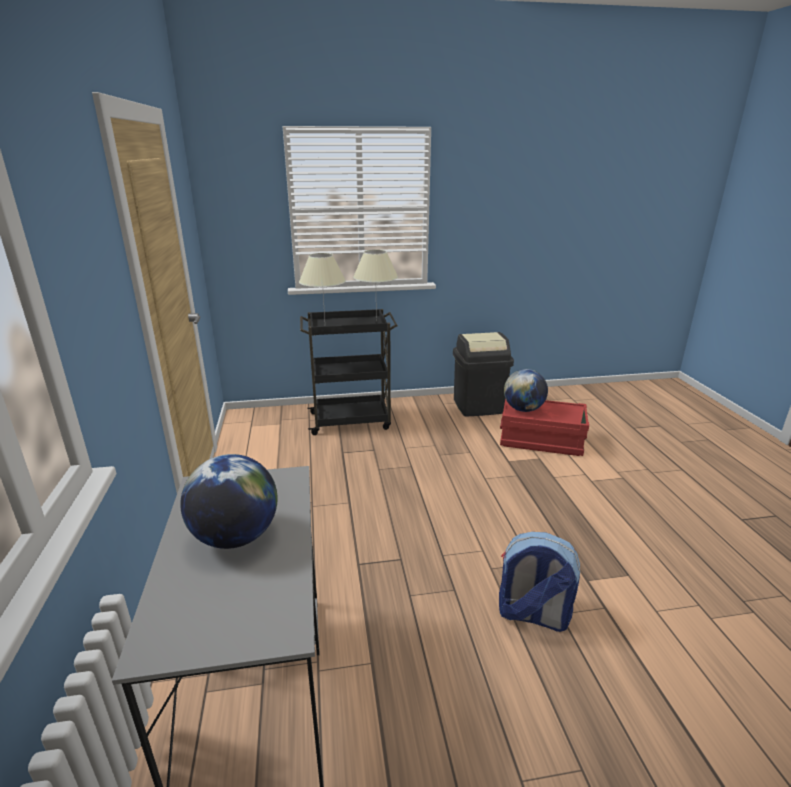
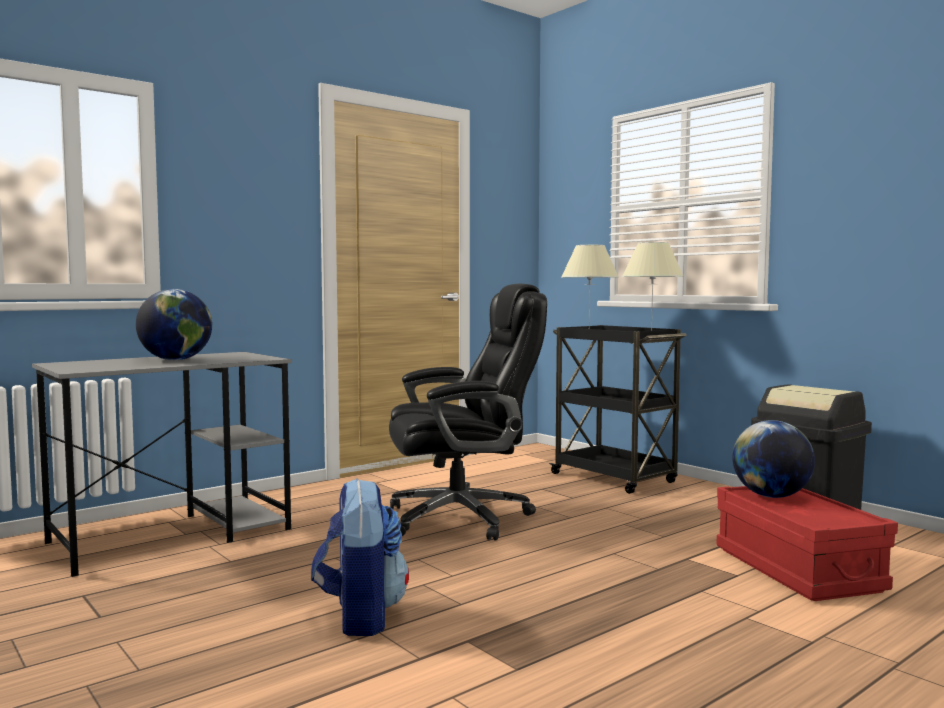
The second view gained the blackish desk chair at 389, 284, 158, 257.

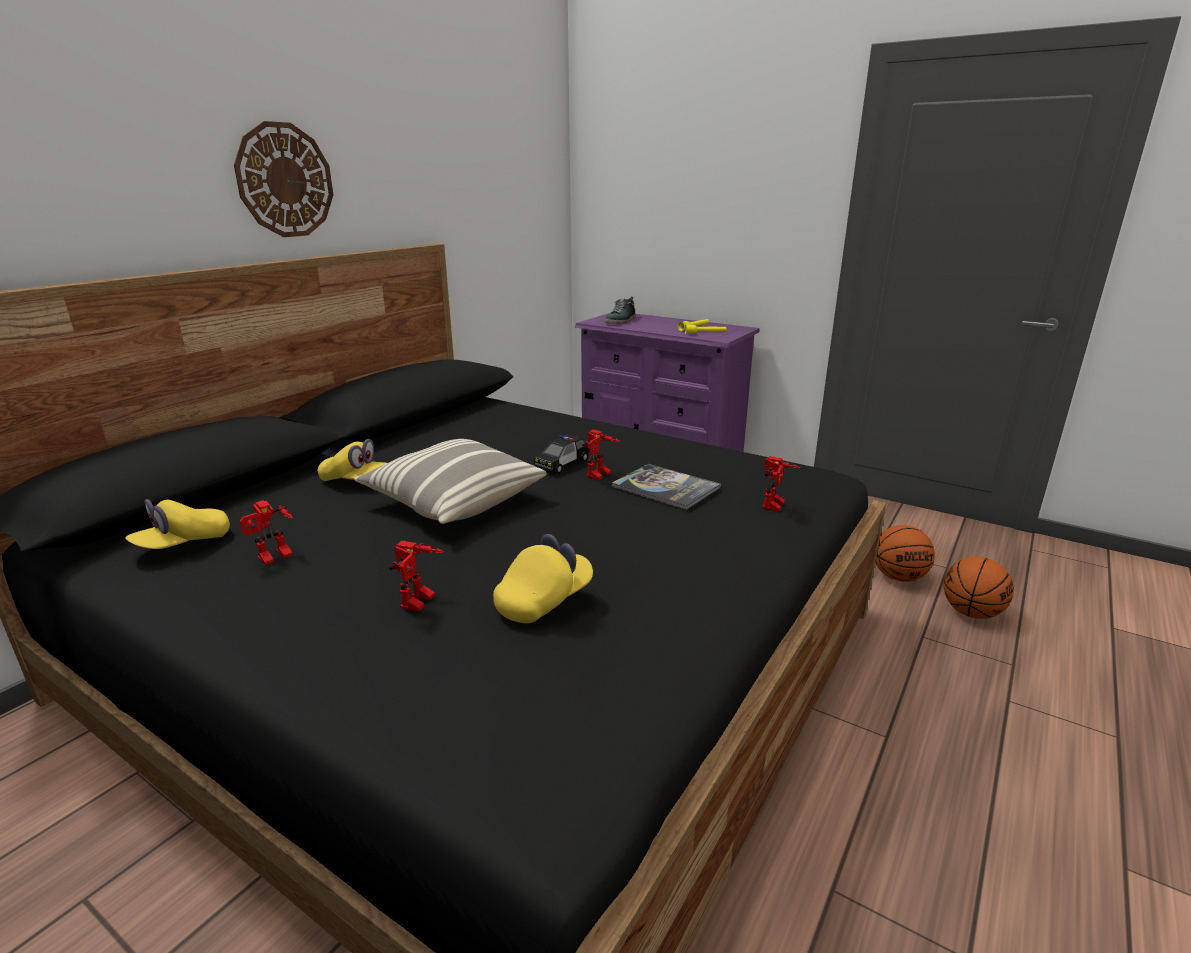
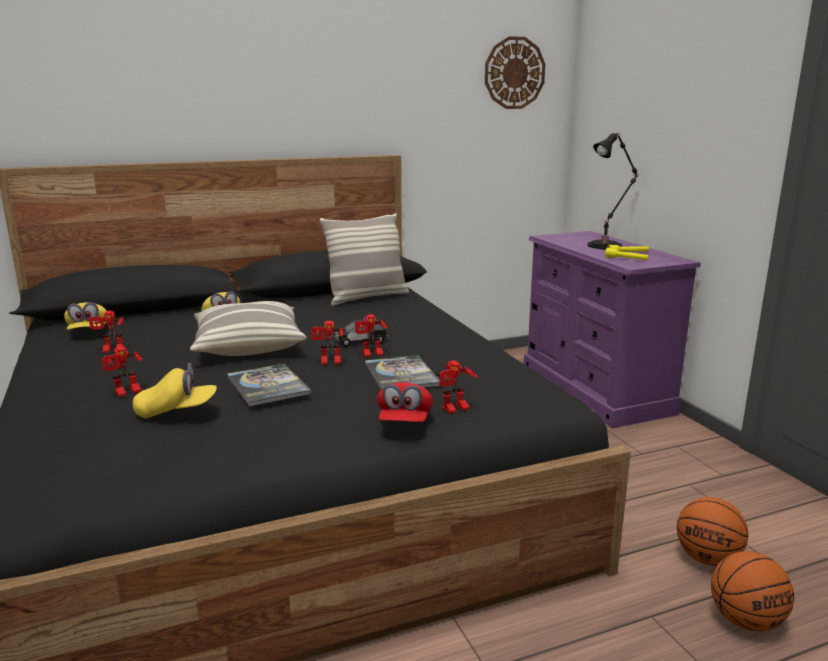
The yellow peaked cap at 125, 499, 105, 50 ended up facing another way, 90 degrees counterclockwise from before. The second view gained the book at 227, 364, 84, 42. The second view gained the toy robot at 311, 321, 34, 44. The second view gained the cushion at 320, 213, 89, 93. The second view gained the red-coloured peaked cap at 377, 382, 56, 40. The wall clock ended up elsewhere, having gone from 234, 121, 99, 116 to 485, 36, 60, 73. The second view gained the blackish lamp for a table at 587, 132, 52, 117. The second view lost the shoe at 604, 297, 31, 27.

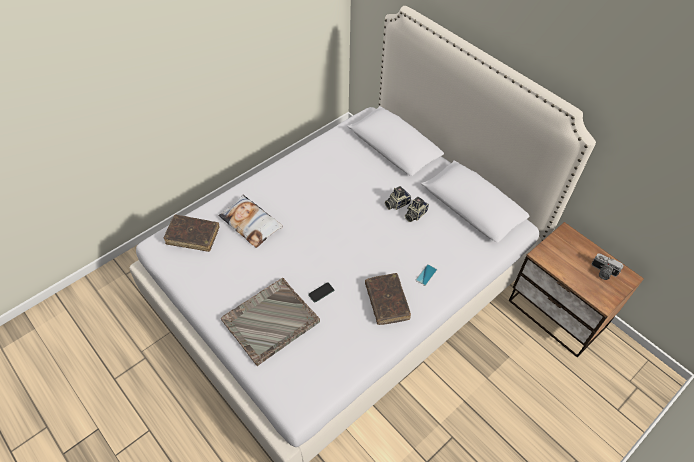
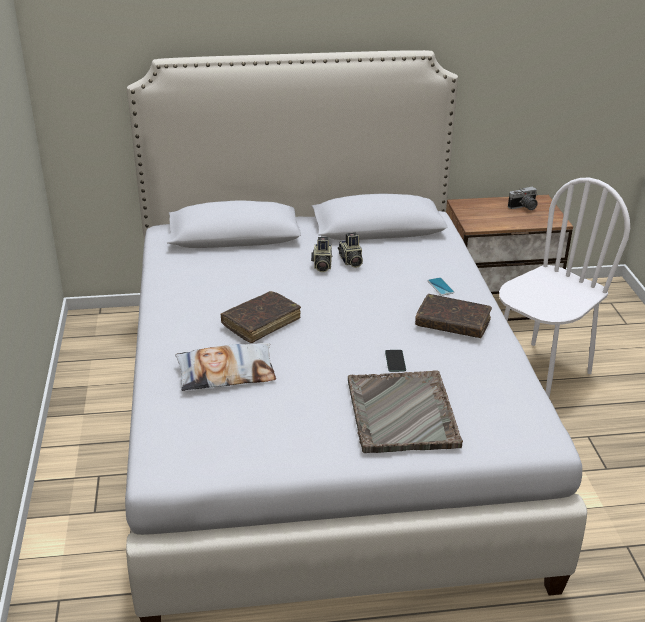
The brownish book ended up elsewhere, having gone from 164, 214, 55, 38 to 220, 291, 81, 52. The second view gained the whitish plain chair at 499, 178, 131, 220.

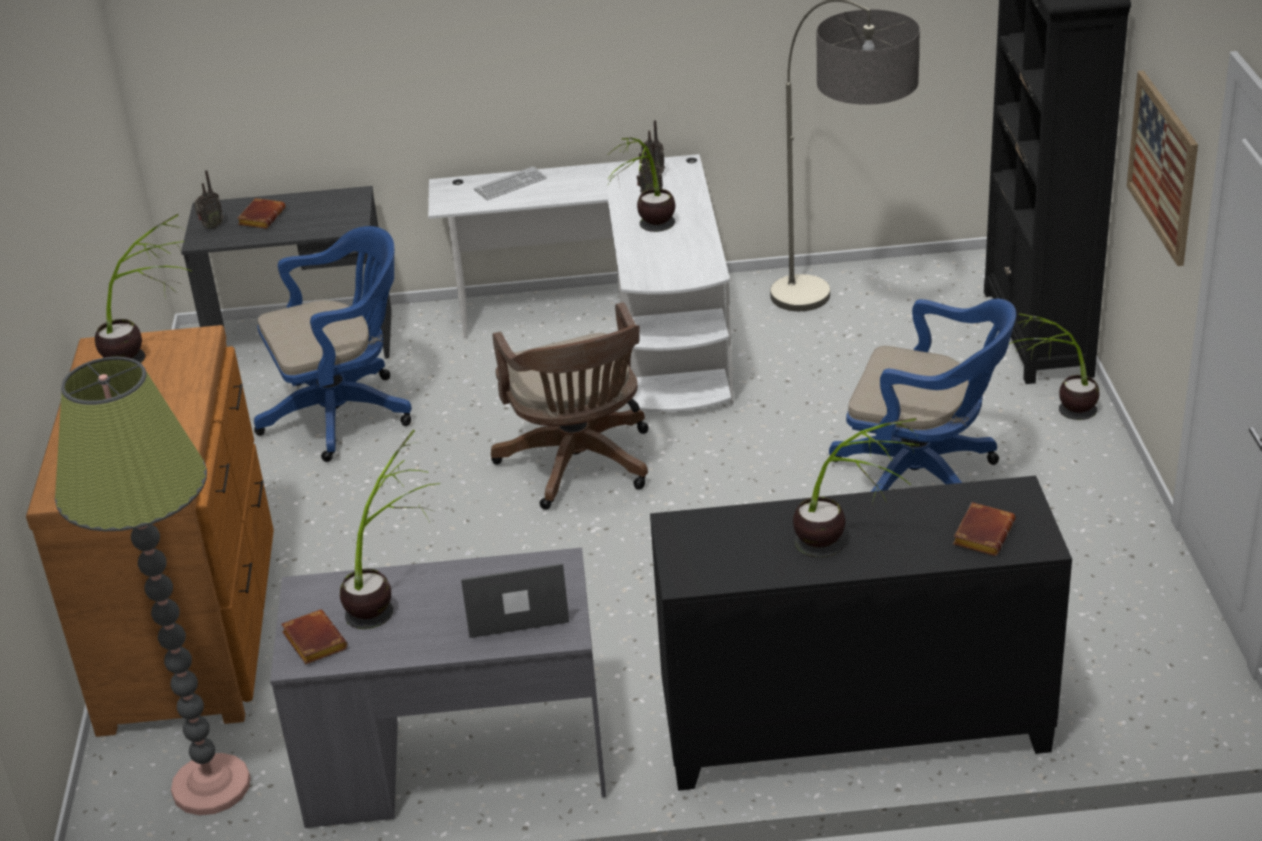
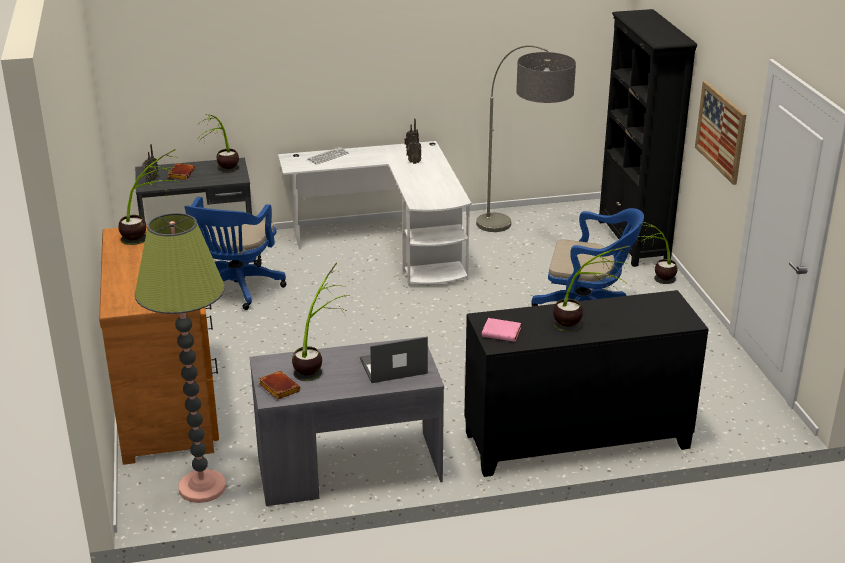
The bluish desk chair at 254, 226, 158, 236 ended up facing another way, 135 degrees clockwise from before. The houseplant ended up elsewhere, having gone from 607, 137, 68, 95 to 198, 114, 41, 59. The second view gained the pinkish book at 482, 318, 39, 24. The second view lost the brownish desk chair at 491, 302, 157, 208. The second view lost the brownish book at 953, 502, 62, 54.

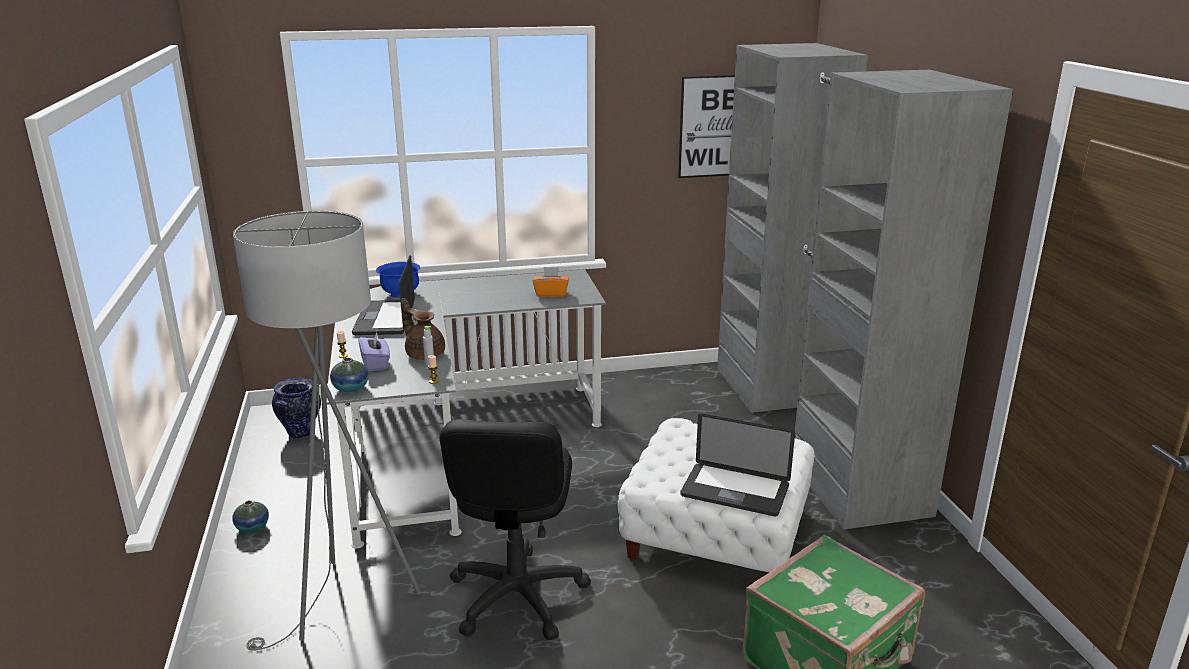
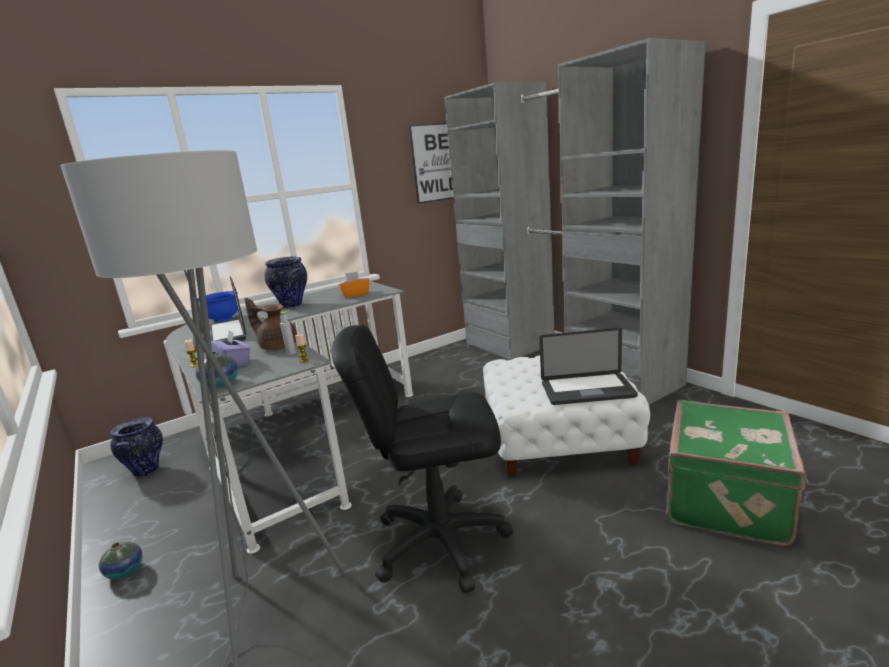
The second view gained the decorative vase at 264, 257, 43, 51. The blackish desk chair at 440, 419, 151, 221 ended up facing another way, 105 degrees clockwise from before.

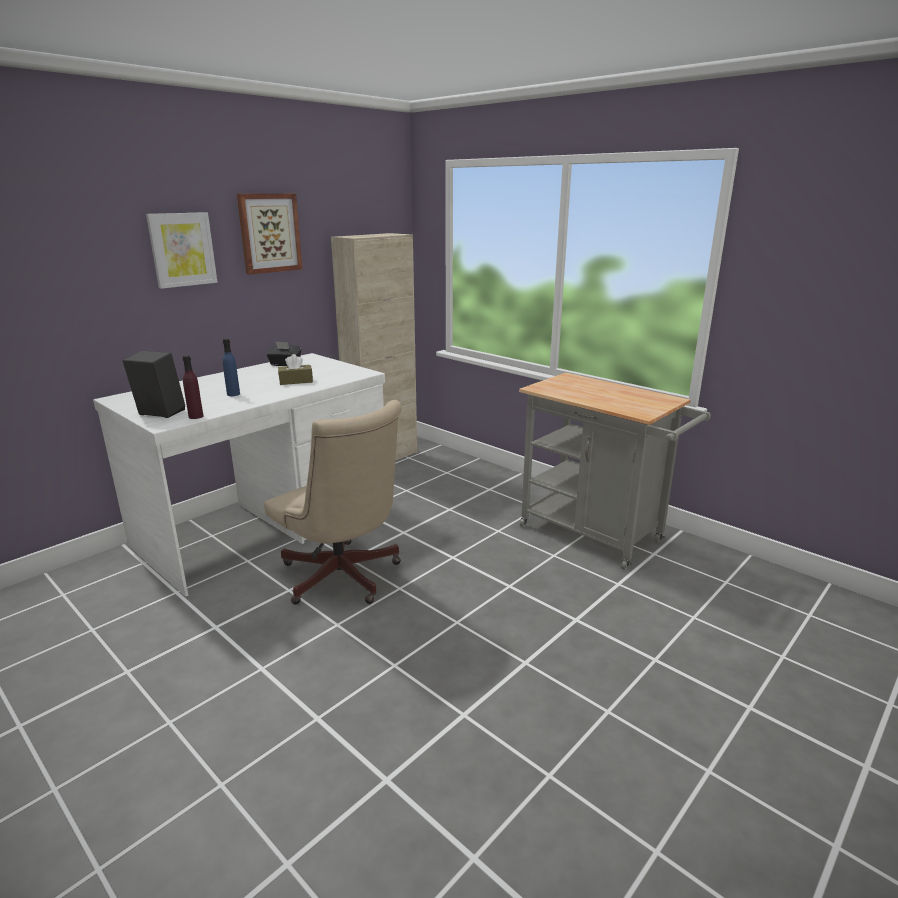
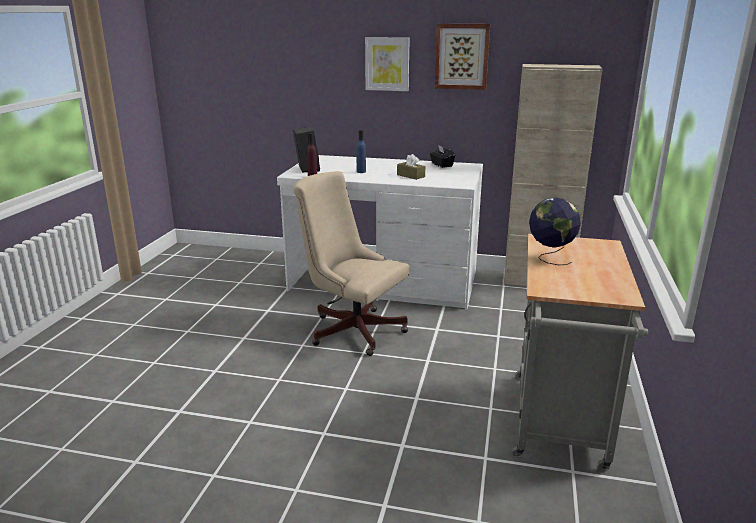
The sand-coloured desk chair at 264, 400, 138, 205 ended up facing another way, 105 degrees clockwise from before. The second view gained the world globe at 529, 197, 52, 68.

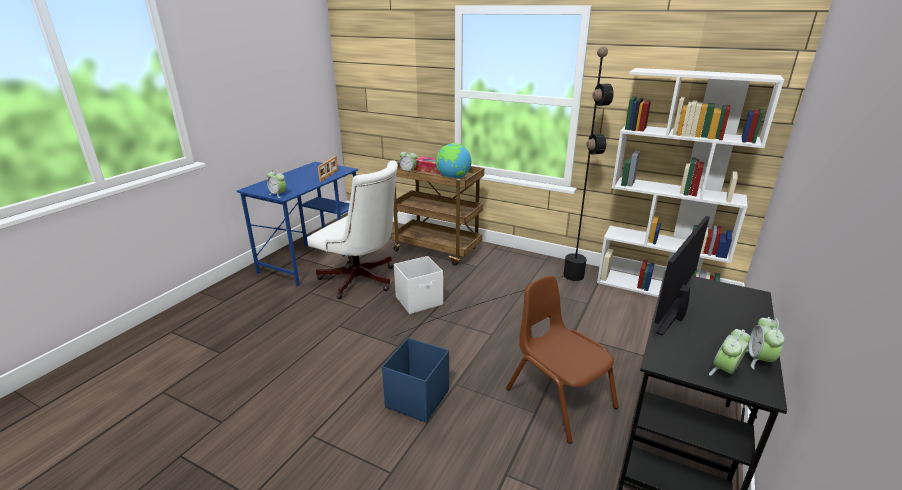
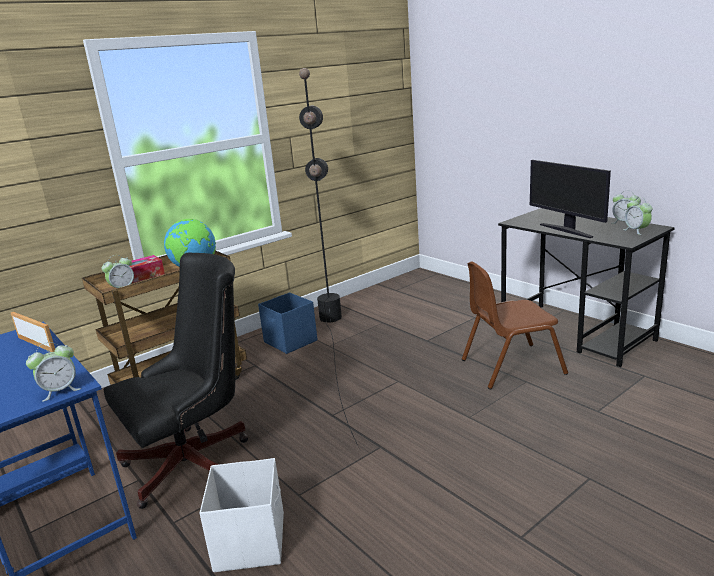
What was the whitish desk chair at 307, 160, 91, 139 turned into the blackish desk chair at 104, 252, 144, 257. The whitish storage bin ended up elsewhere, having gone from 394, 256, 49, 58 to 200, 458, 84, 114. The bluish storage bin ended up elsewhere, having gone from 382, 338, 67, 85 to 258, 293, 59, 61. The second view lost the whitish bookcase at 597, 68, 187, 229.

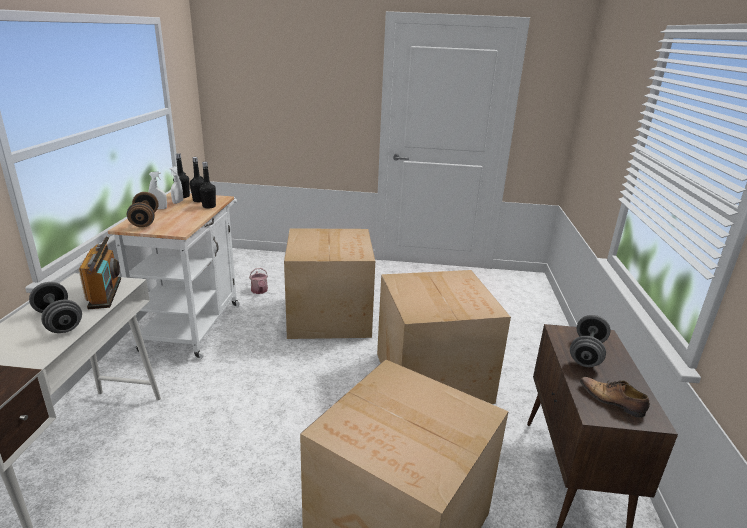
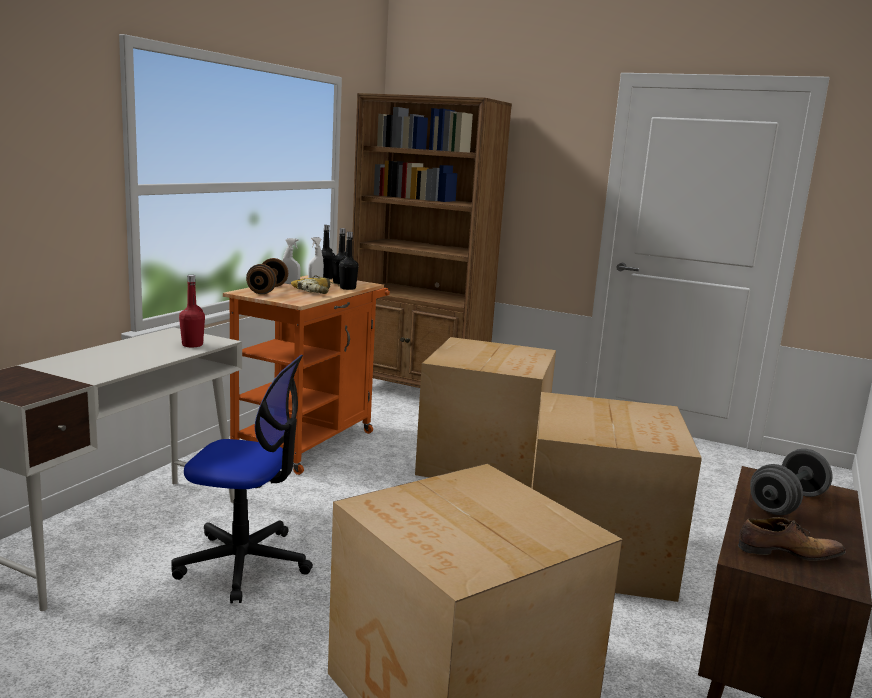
The second view gained the desk chair at 171, 355, 142, 248. Where the radio receiver stood at 78, 237, 43, 72, the red-coloured bottle came to stand at 179, 275, 26, 72. What was the whitish wheeled cart at 108, 192, 132, 168 turned into the orange-coloured wheeled cart at 223, 275, 167, 200. The second view gained the electric drill at 291, 275, 49, 19. The second view gained the brownish bookcase at 352, 93, 160, 295. The shoe at 580, 377, 70, 41 ended up facing another way, 120 degrees clockwise from before. The second view lost the grey dumbbell at 29, 282, 53, 51. The second view lost the watering pot at 249, 268, 19, 26.

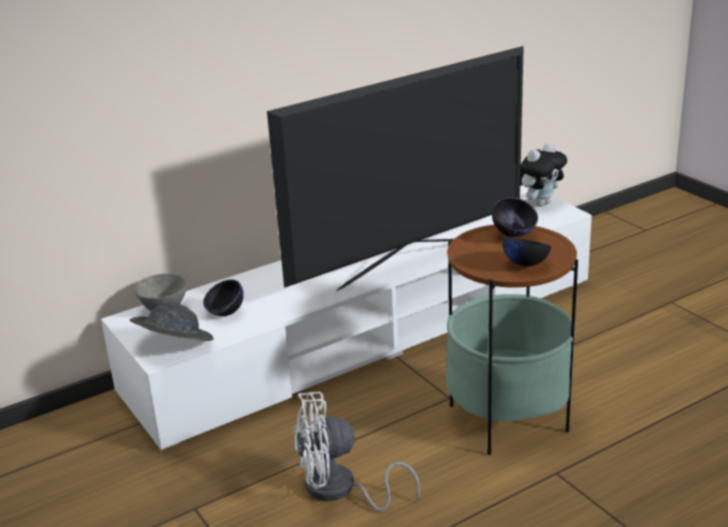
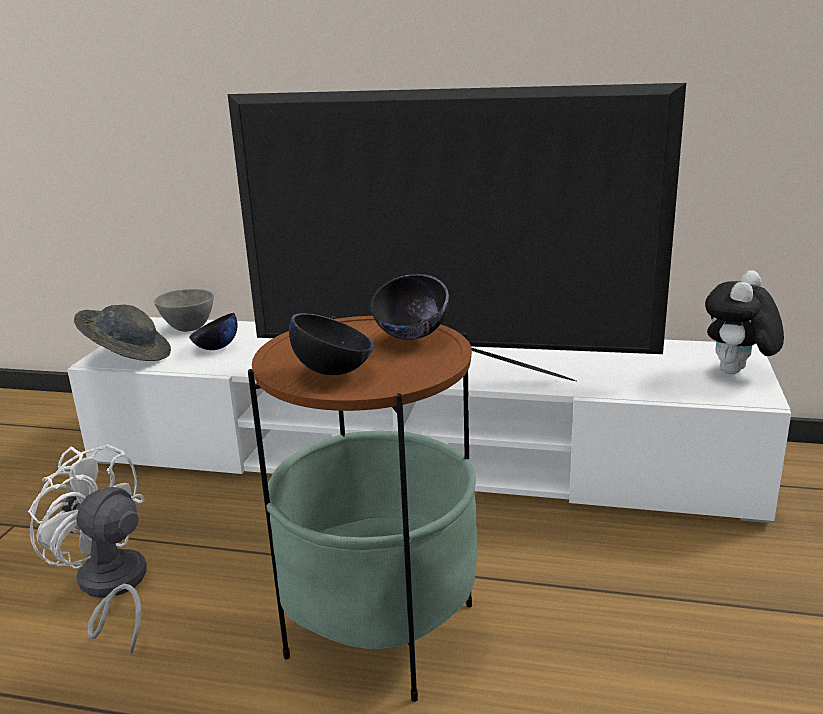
The soft toy at 520, 143, 47, 64 ended up facing another way, 120 degrees clockwise from before.

